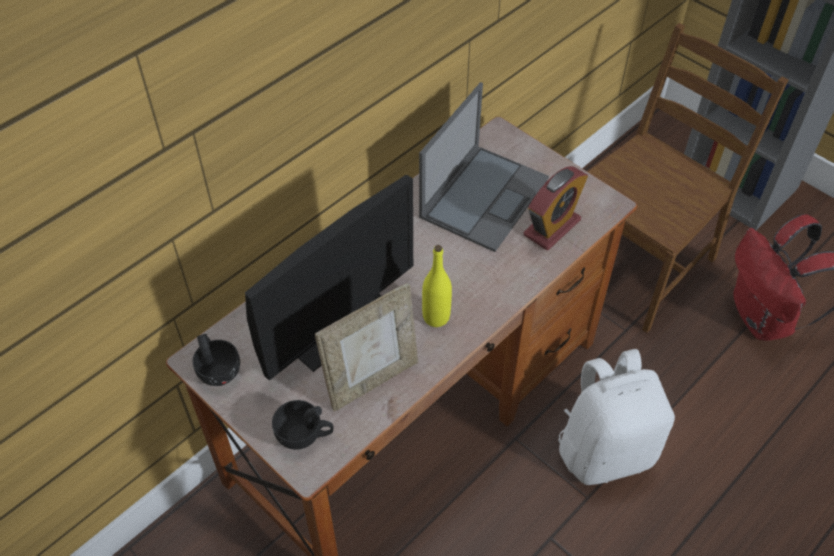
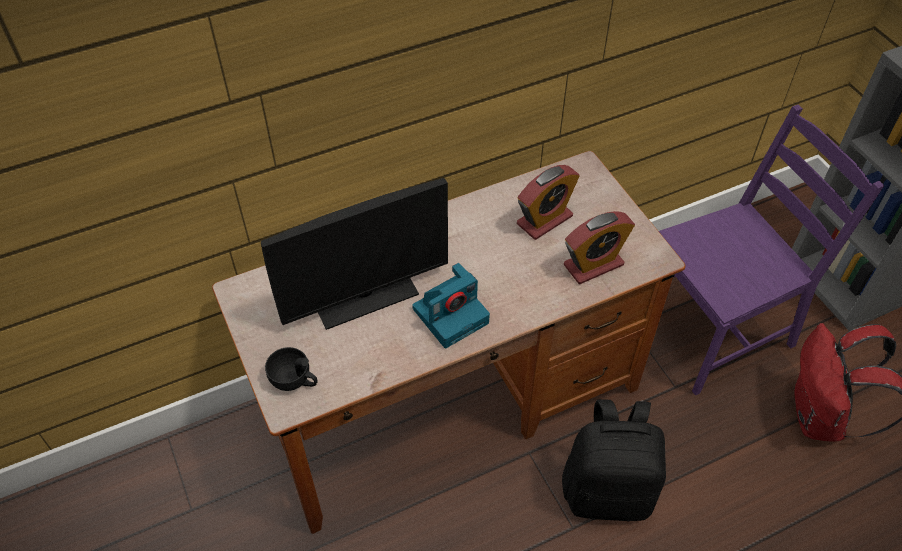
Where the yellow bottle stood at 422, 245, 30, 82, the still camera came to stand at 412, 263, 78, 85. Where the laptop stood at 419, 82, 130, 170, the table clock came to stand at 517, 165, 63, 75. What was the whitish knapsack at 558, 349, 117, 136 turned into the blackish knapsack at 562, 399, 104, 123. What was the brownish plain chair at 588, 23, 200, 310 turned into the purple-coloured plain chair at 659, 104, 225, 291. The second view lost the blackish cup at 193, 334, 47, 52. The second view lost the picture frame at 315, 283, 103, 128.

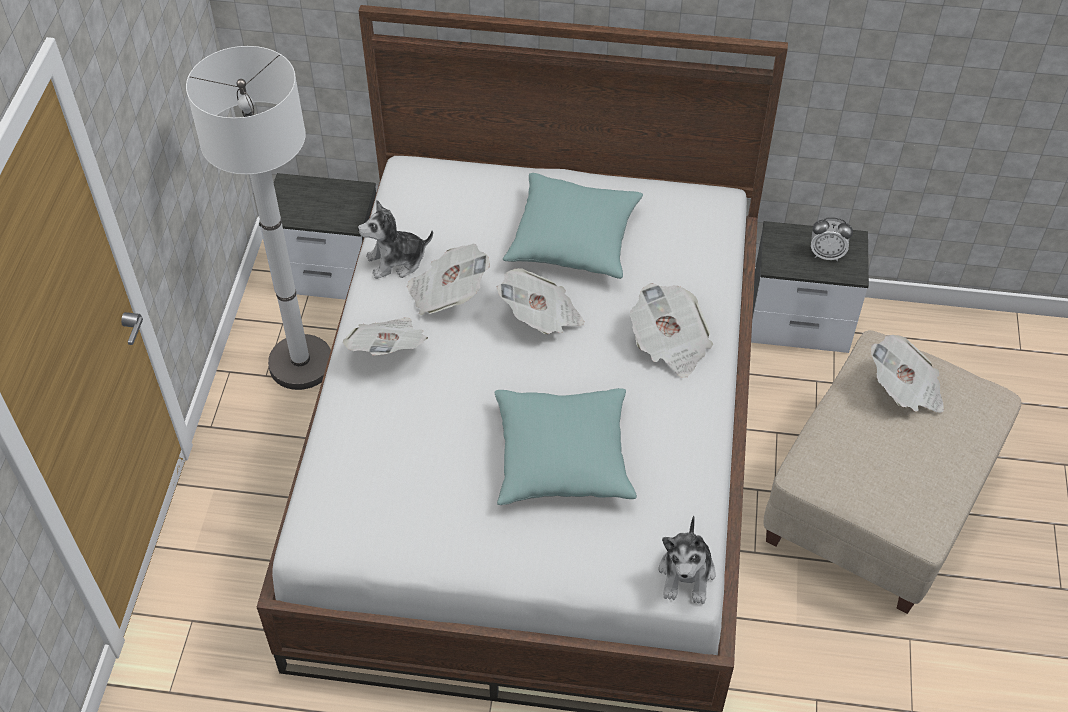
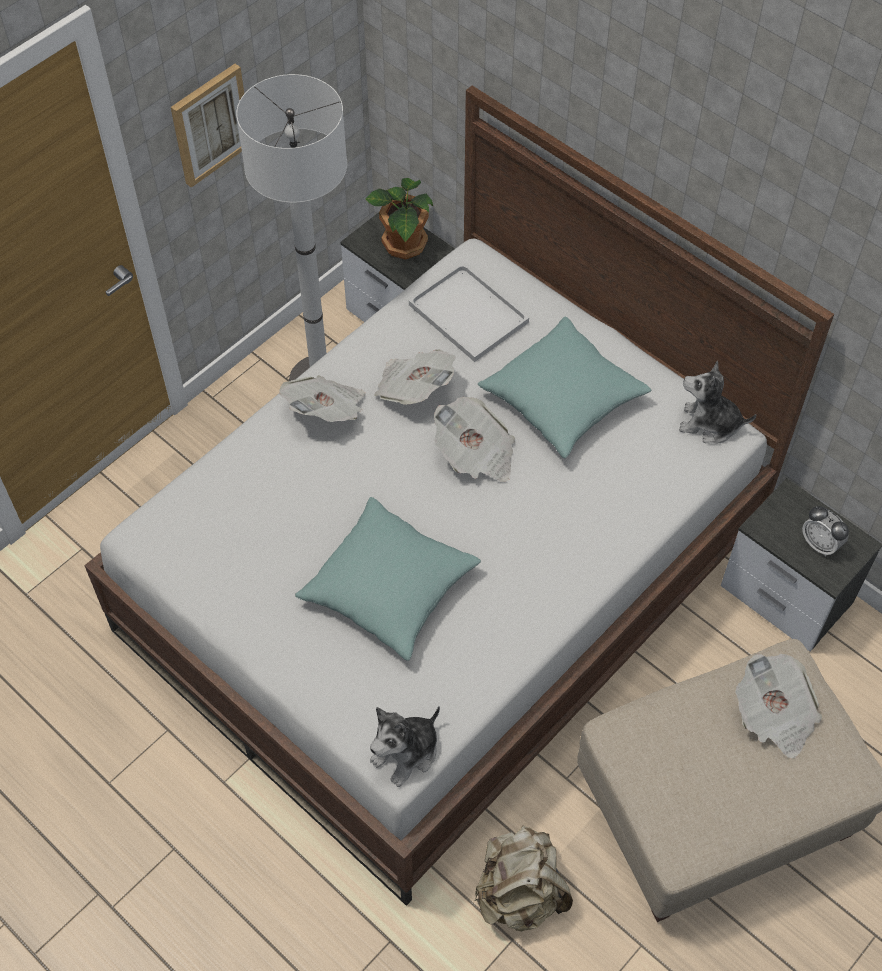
The second view gained the picture at 171, 64, 73, 124. The second view gained the houseplant at 366, 178, 67, 82. The second view gained the whitish carrying tray at 409, 263, 120, 99. The second view gained the sand-coloured knapsack at 475, 826, 98, 105. The soft toy ended up elsewhere, having gone from 358, 200, 75, 79 to 679, 361, 78, 83. The second view lost the newspaper at 630, 283, 83, 95.

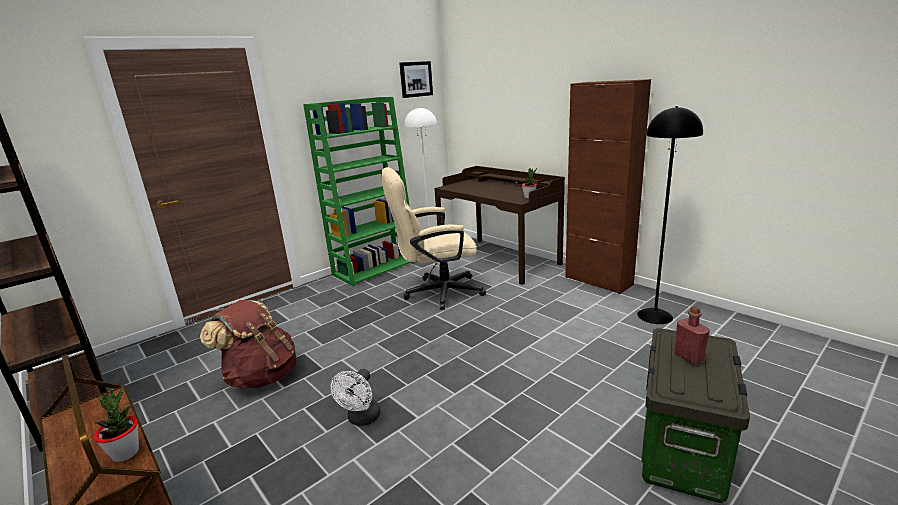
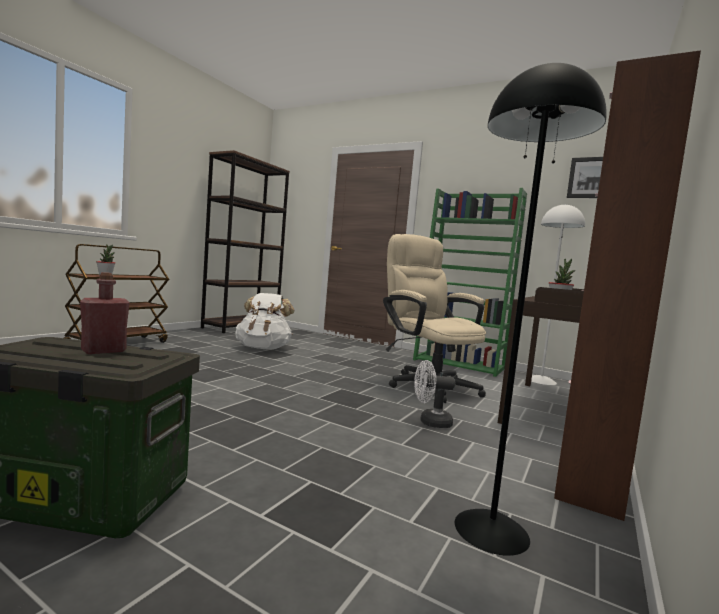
What was the brownish knapsack at 200, 300, 97, 89 turned into the whitish knapsack at 235, 293, 59, 57. The whitish cooling fan ended up elsewhere, having gone from 330, 369, 51, 57 to 414, 360, 41, 68.

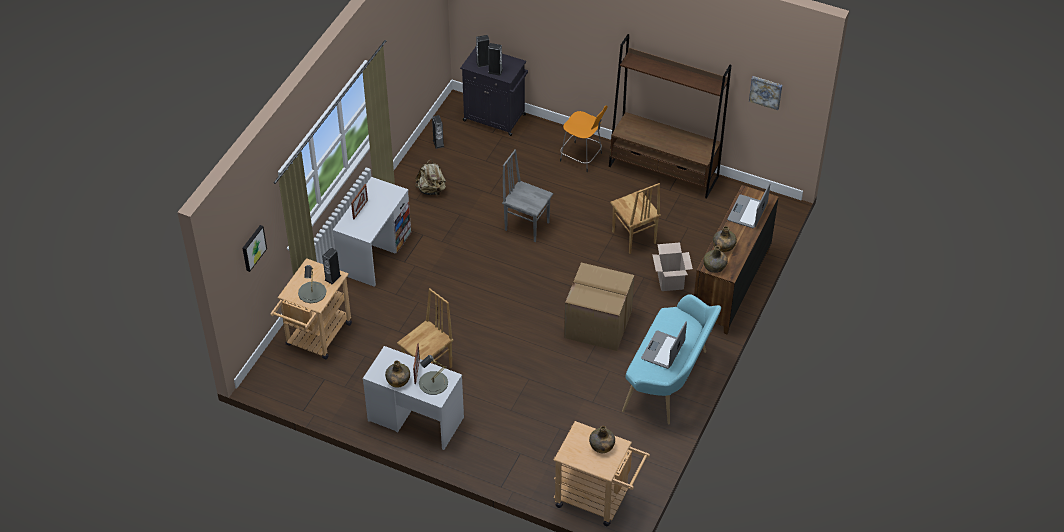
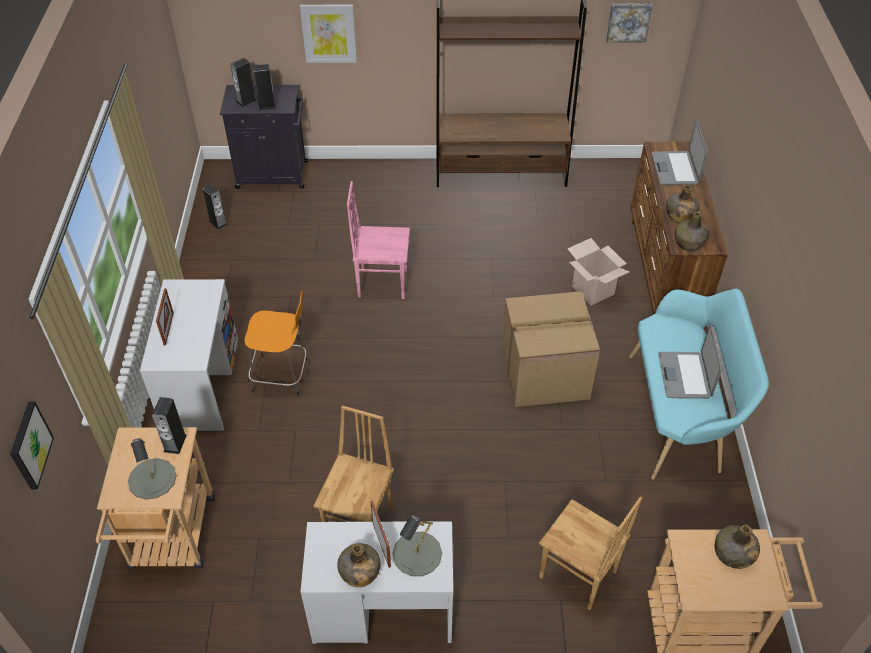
The orange-coloured sitting stool ended up elsewhere, having gone from 560, 105, 47, 67 to 245, 291, 62, 105. The second view gained the picture at 300, 5, 57, 58. What was the grey plain chair at 502, 149, 51, 93 turned into the pinkish plain chair at 347, 181, 63, 118. The brownish plain chair ended up elsewhere, having gone from 610, 183, 51, 71 to 539, 496, 103, 114. The second view lost the sand-coloured knapsack at 415, 161, 31, 35.

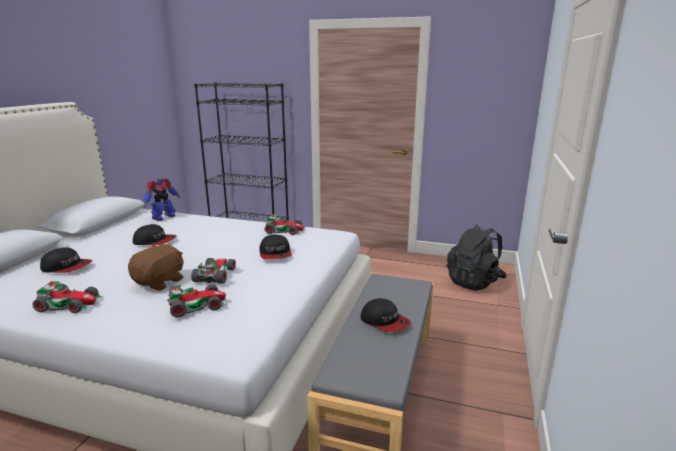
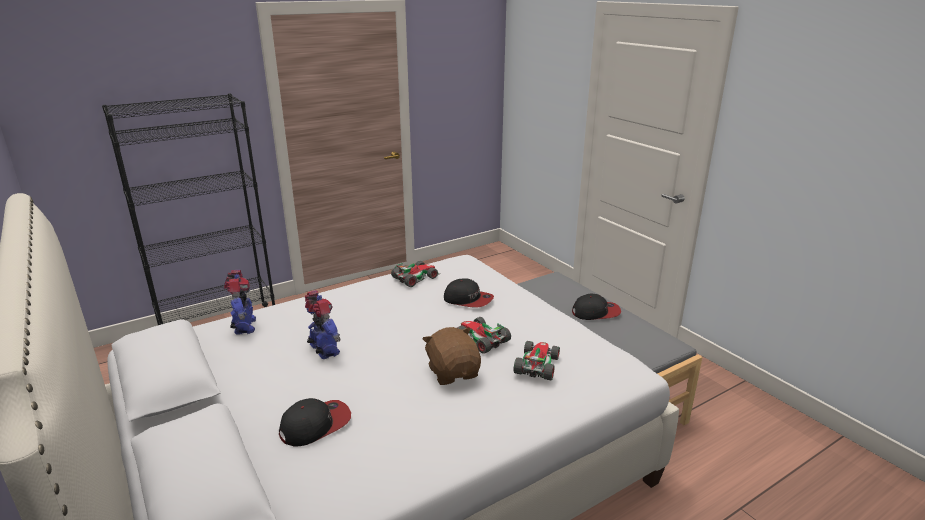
Where the peaked cap stood at 133, 224, 44, 21, the toy robot came to stand at 305, 290, 36, 69. The second view lost the miniature car at 33, 281, 70, 32. The second view lost the blackish knapsack at 446, 224, 61, 67.

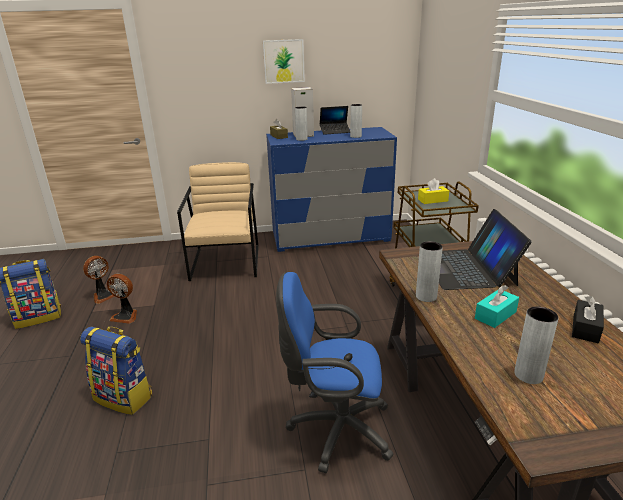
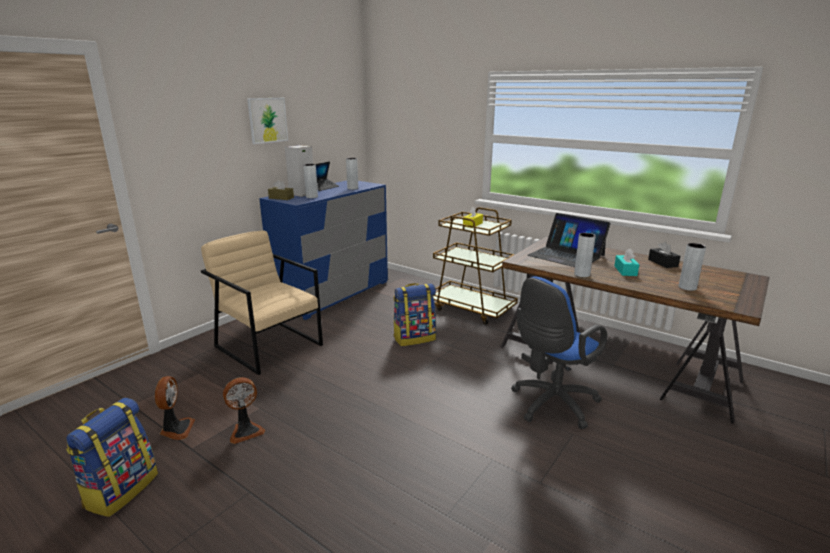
The knapsack ended up elsewhere, having gone from 80, 326, 72, 89 to 393, 283, 43, 63.

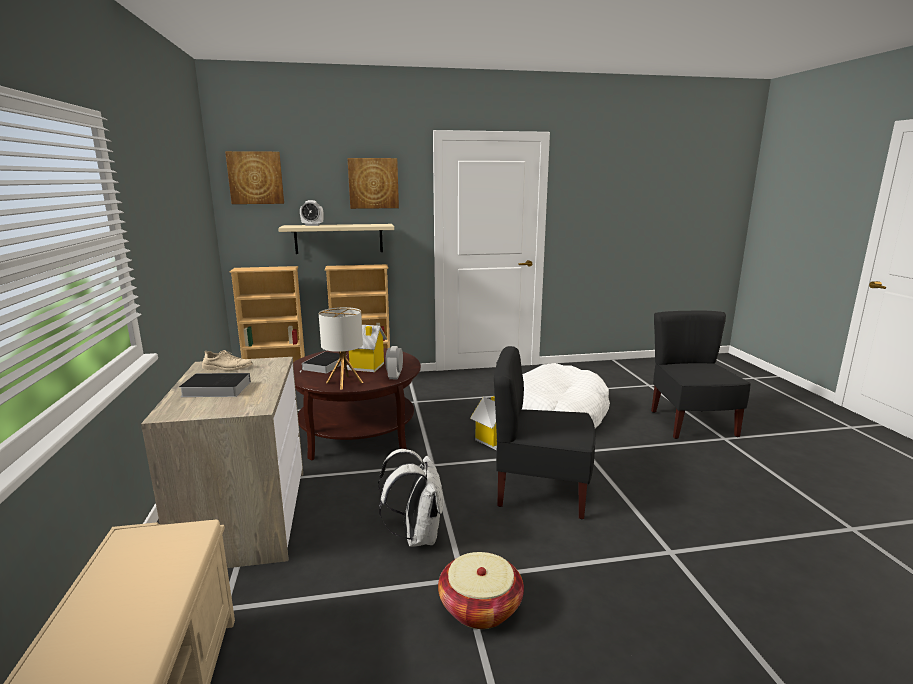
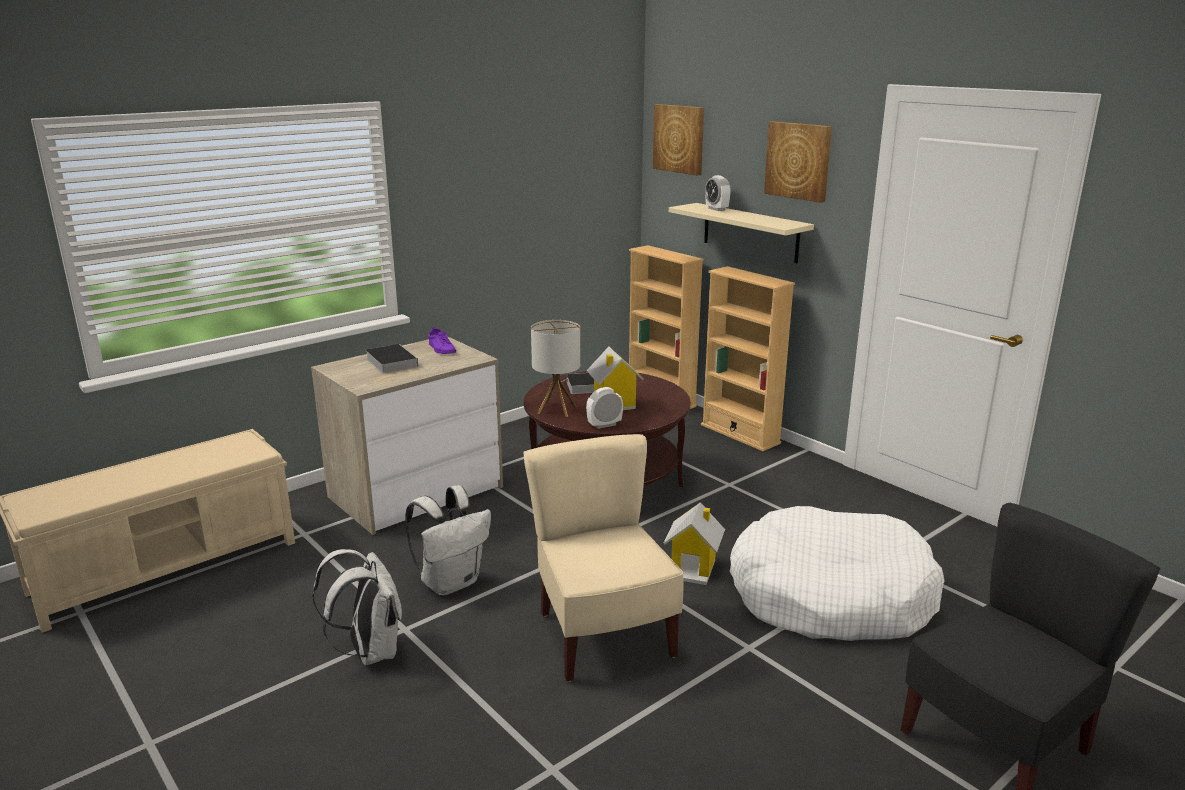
Where the storage basket stood at 438, 552, 86, 77, the whitish knapsack came to stand at 312, 549, 90, 116. What was the sand-coloured shoe at 202, 350, 51, 21 turned into the purple-coloured shoe at 428, 327, 28, 27. What was the blackish plain chair at 494, 346, 102, 173 turned into the sand-coloured plain chair at 523, 434, 161, 248.

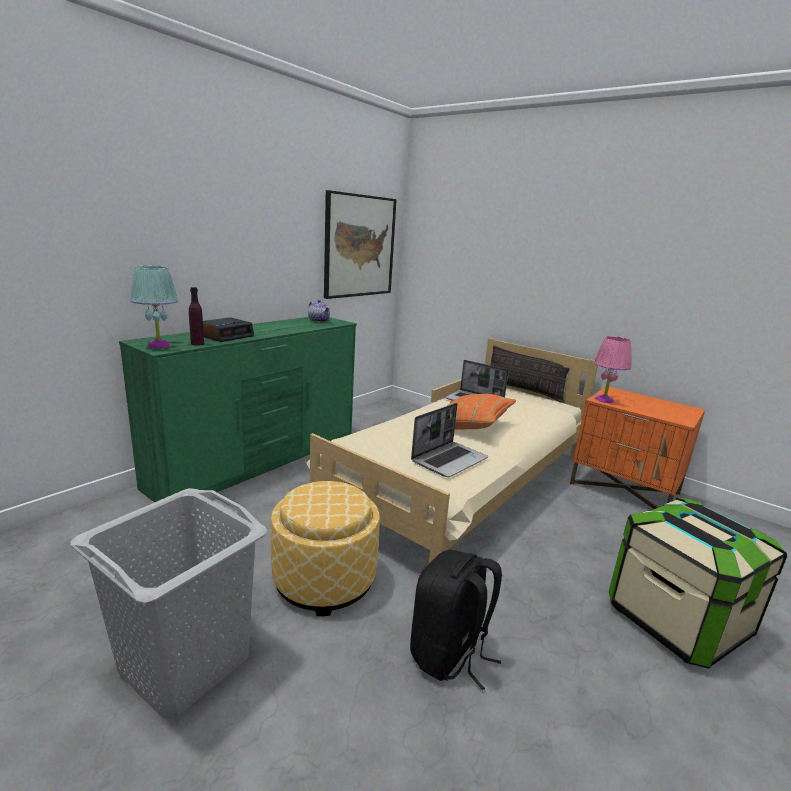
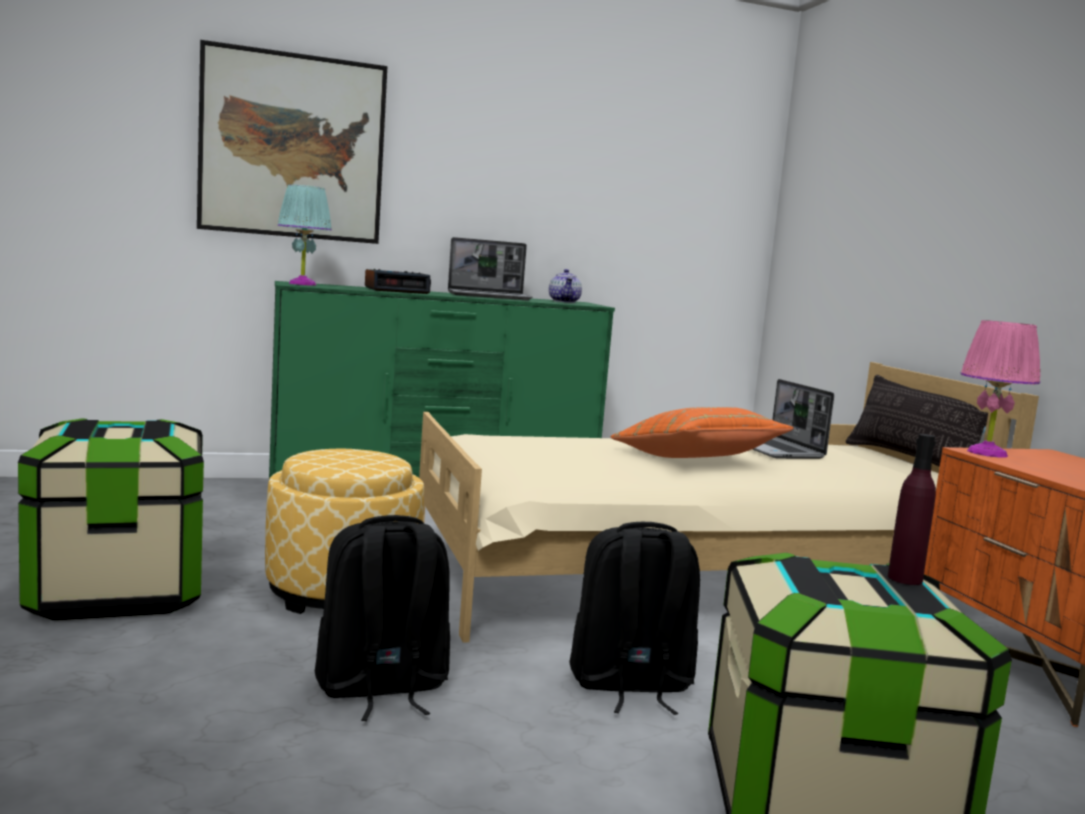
Where the grey laundry basket stood at 70, 488, 197, 231, the storage bin came to stand at 18, 418, 186, 202. The picture ended up elsewhere, having gone from 324, 190, 73, 109 to 197, 40, 190, 204. The laptop ended up elsewhere, having gone from 411, 403, 77, 74 to 448, 237, 85, 63. The second view gained the blackish knapsack at 569, 522, 131, 193. The purple-coloured bottle ended up elsewhere, having gone from 189, 287, 15, 59 to 888, 434, 48, 151.

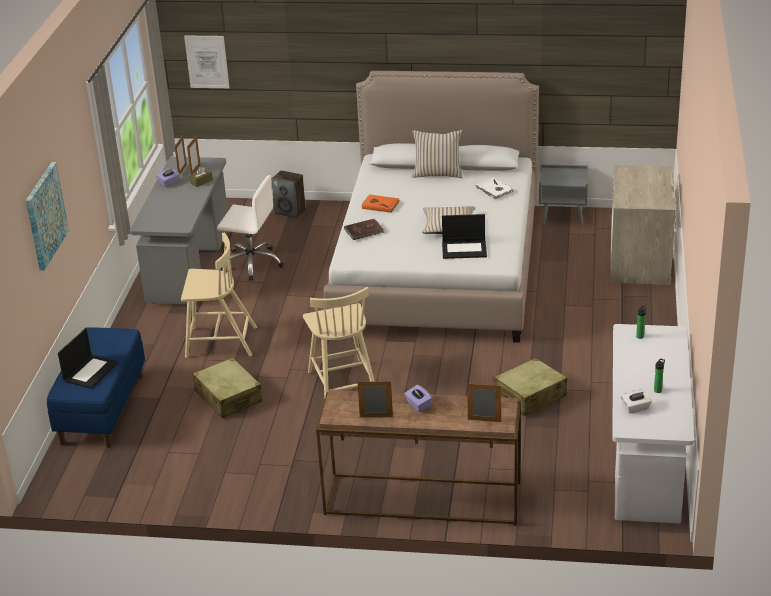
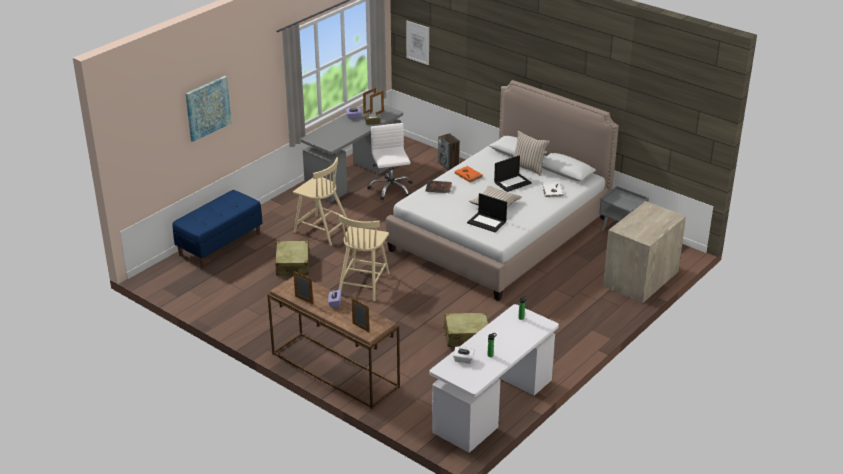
The whitish desk chair at 217, 175, 67, 106 ended up facing another way, 150 degrees counterclockwise from before. The laptop ended up elsewhere, having gone from 58, 328, 60, 61 to 494, 155, 38, 37.

